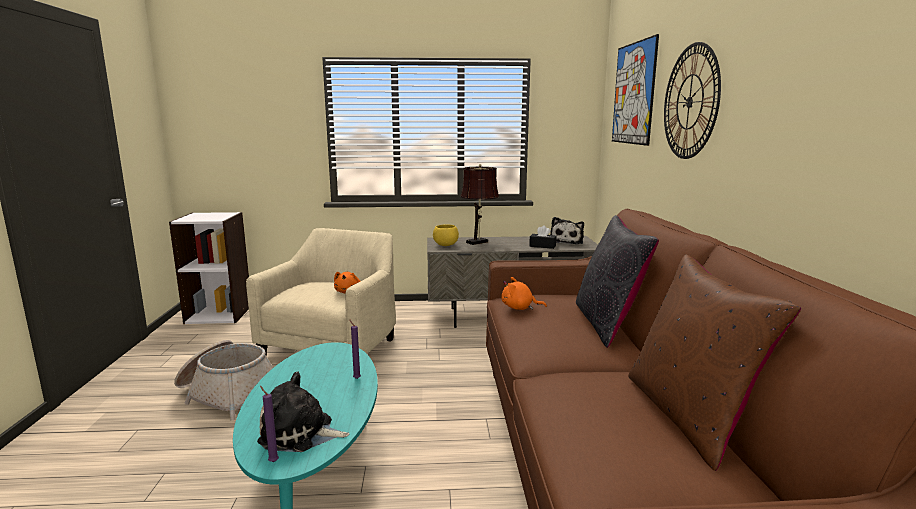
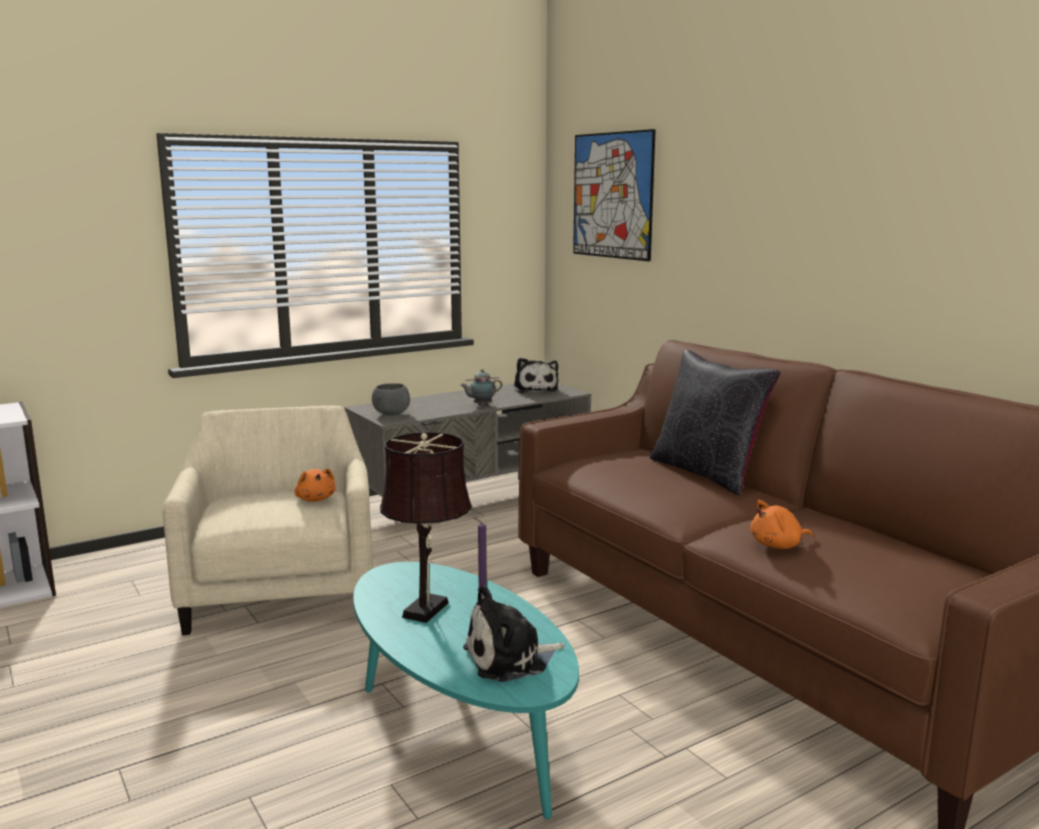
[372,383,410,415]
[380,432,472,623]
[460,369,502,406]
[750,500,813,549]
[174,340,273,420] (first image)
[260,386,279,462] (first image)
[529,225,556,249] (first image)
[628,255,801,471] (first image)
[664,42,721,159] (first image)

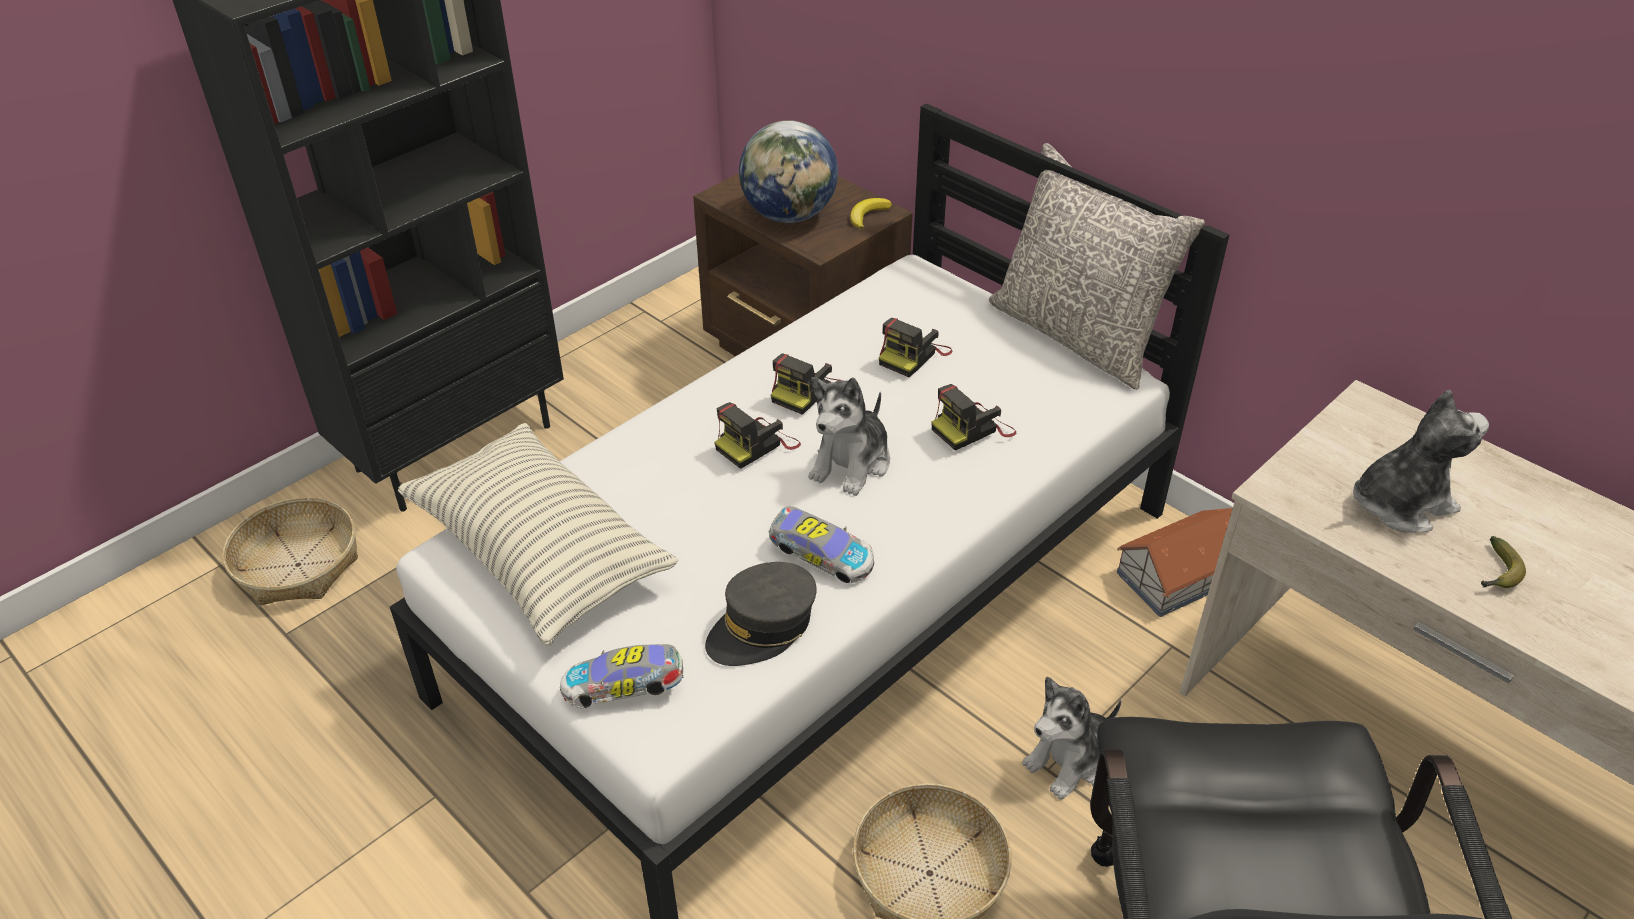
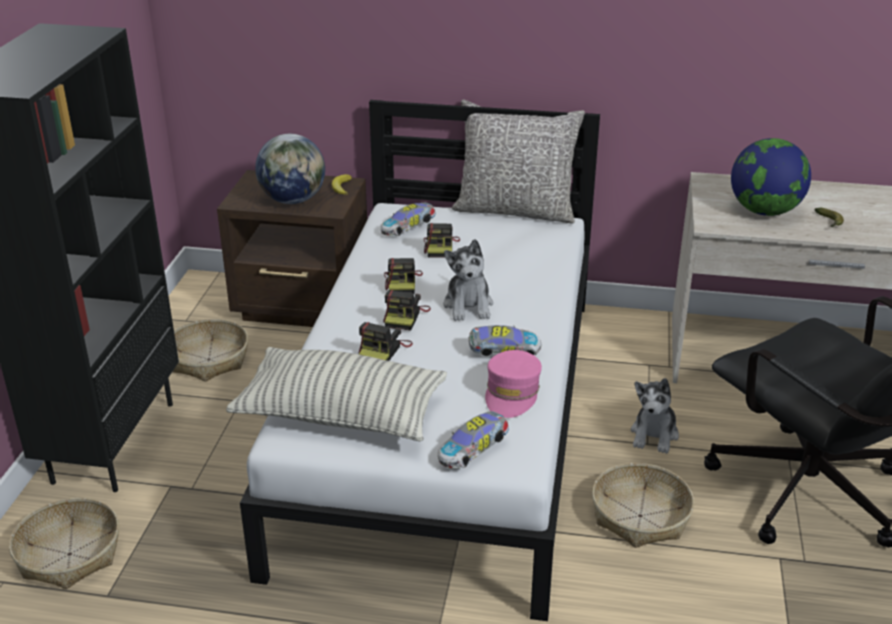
[173,319,248,382]
[359,322,413,361]
[381,203,436,236]
[485,350,542,418]
[731,138,811,216]
[1117,508,1233,617] (first image)

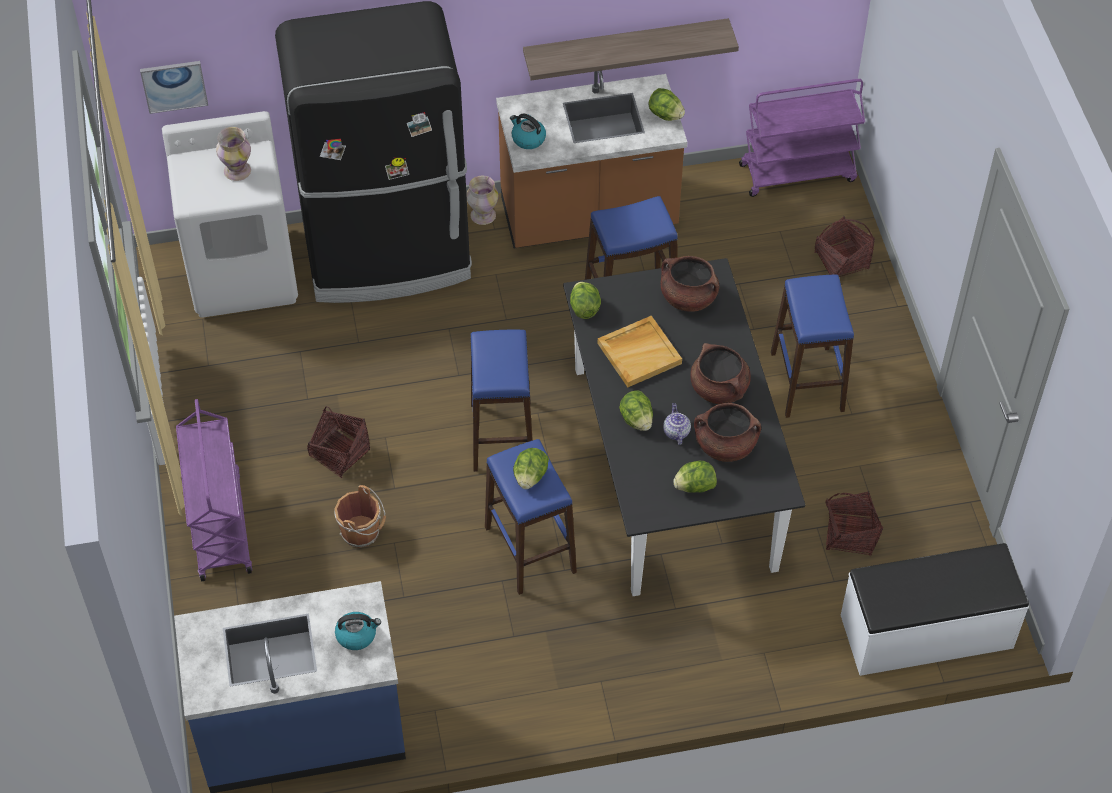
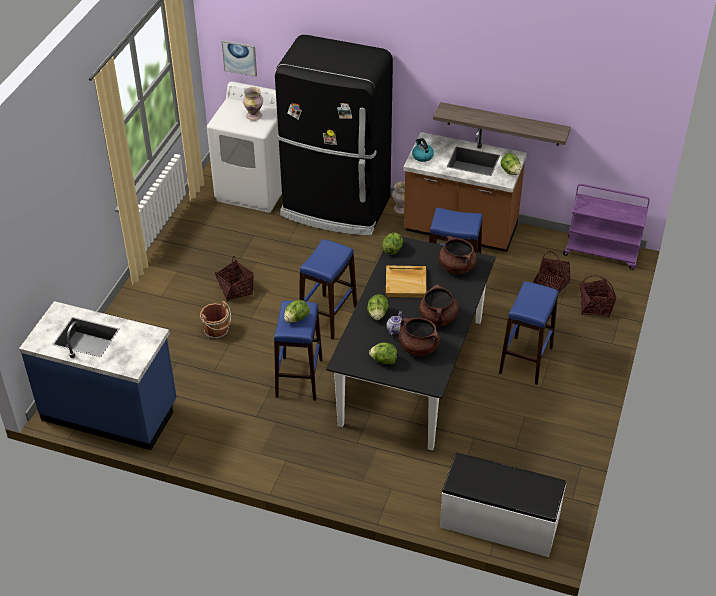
[533,251,570,294]
[176,399,252,581] (first image)
[335,612,381,650] (first image)

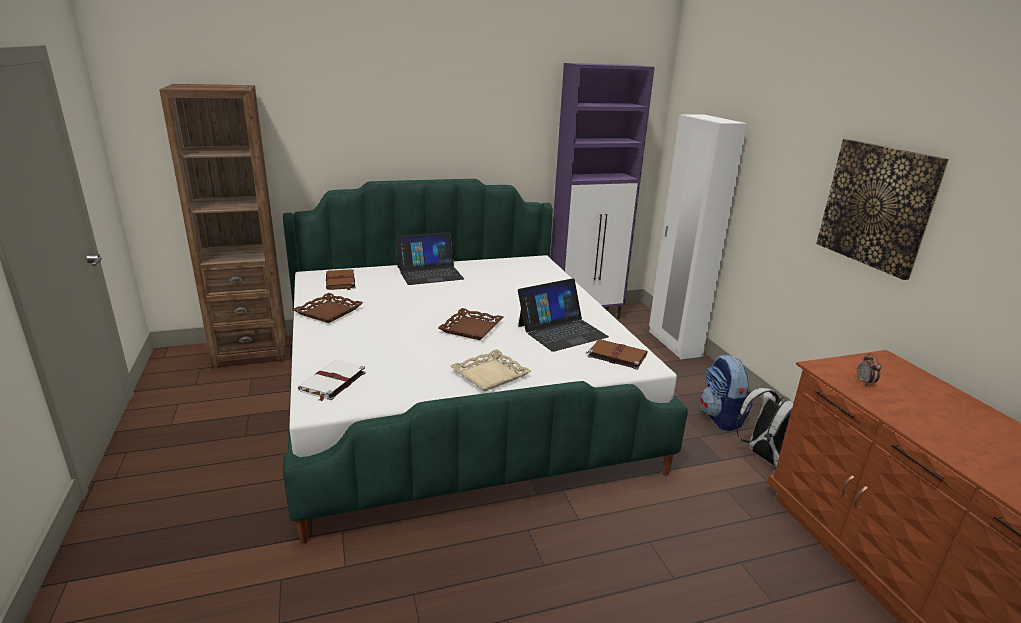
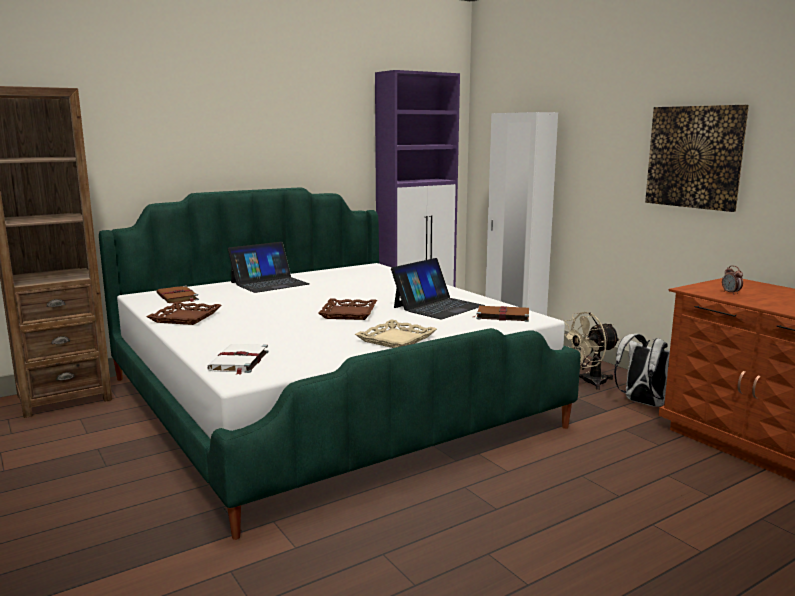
[564,312,620,390]

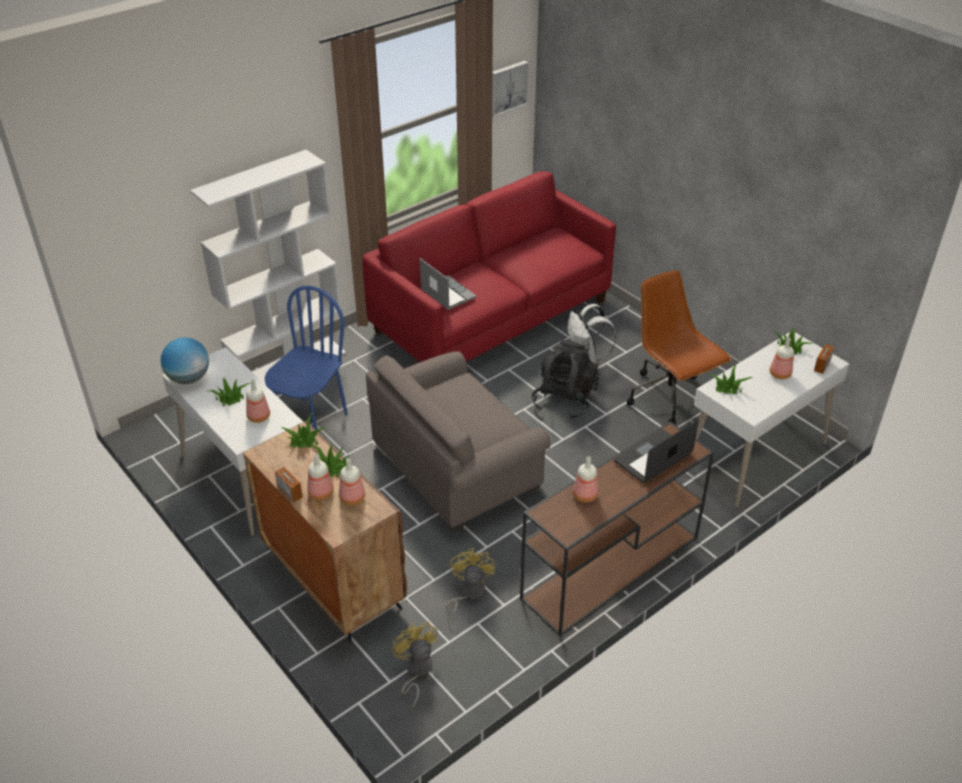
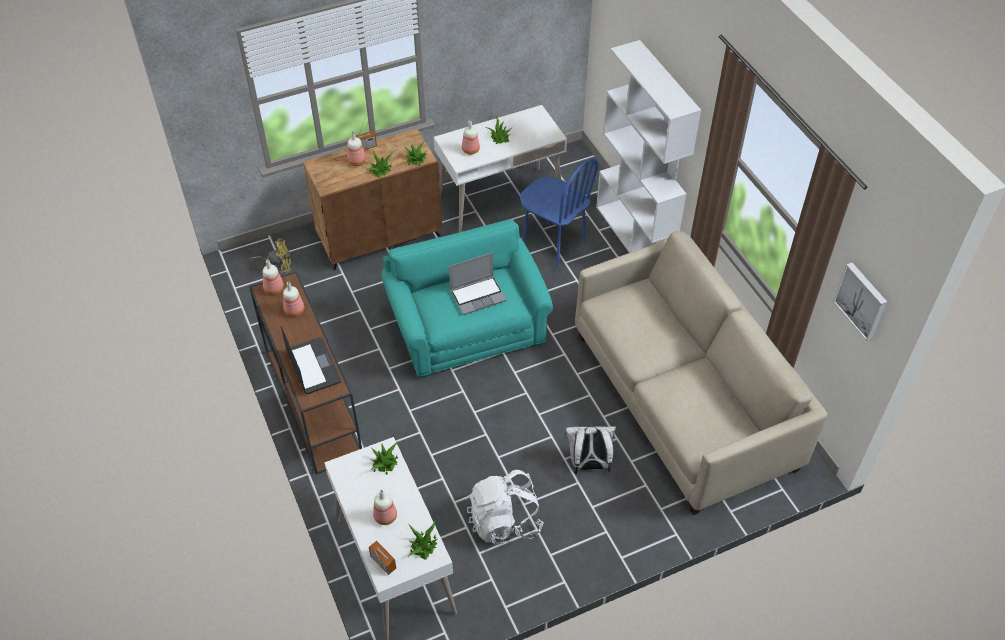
[263,260,284,295]
[381,220,553,378]
[449,252,507,315]
[467,470,543,545]
[575,231,827,515]
[161,337,209,384] (first image)
[446,548,496,622] (first image)
[532,340,599,419] (first image)

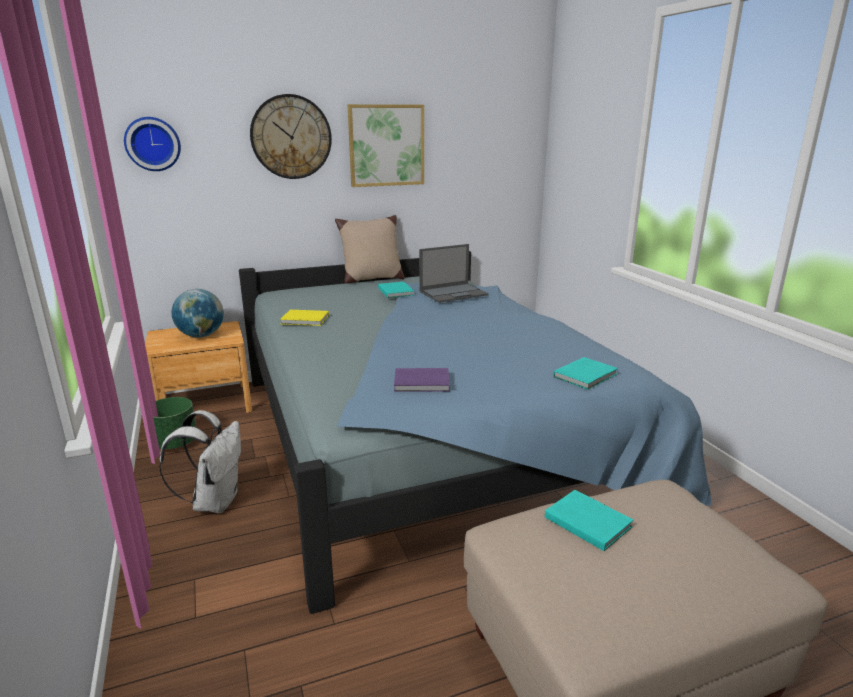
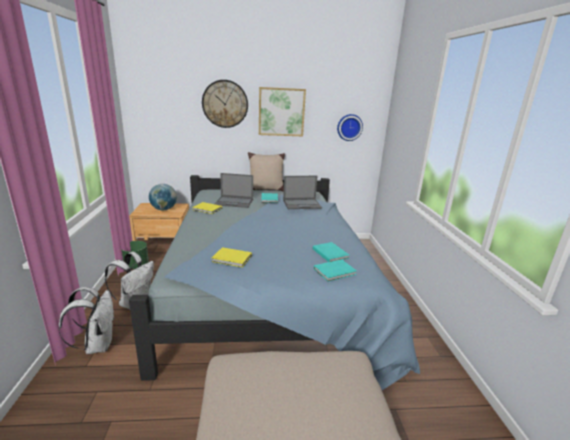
[59,287,115,354]
[211,247,252,267]
[215,173,253,208]
[313,242,349,262]
[337,114,363,141]

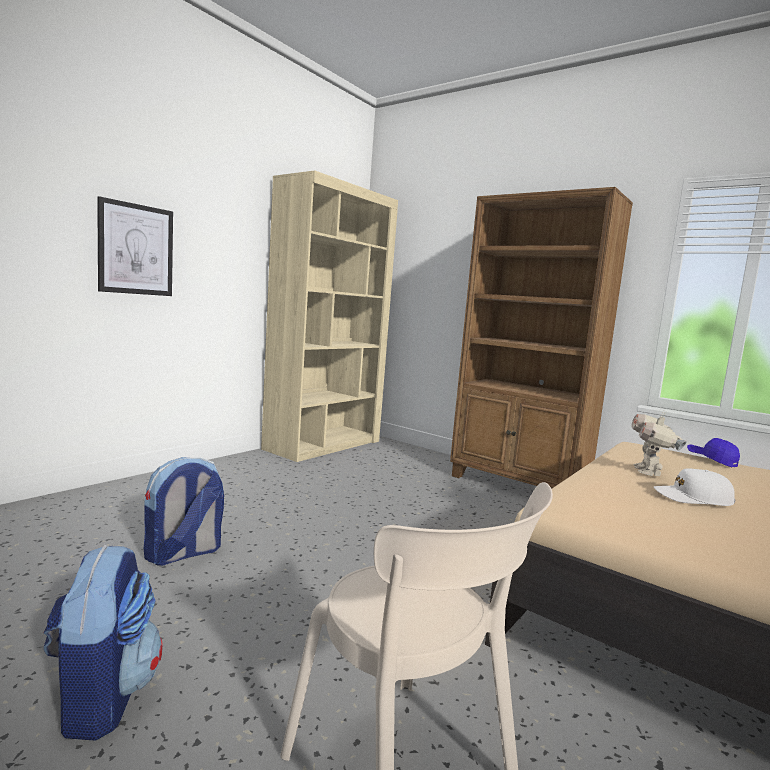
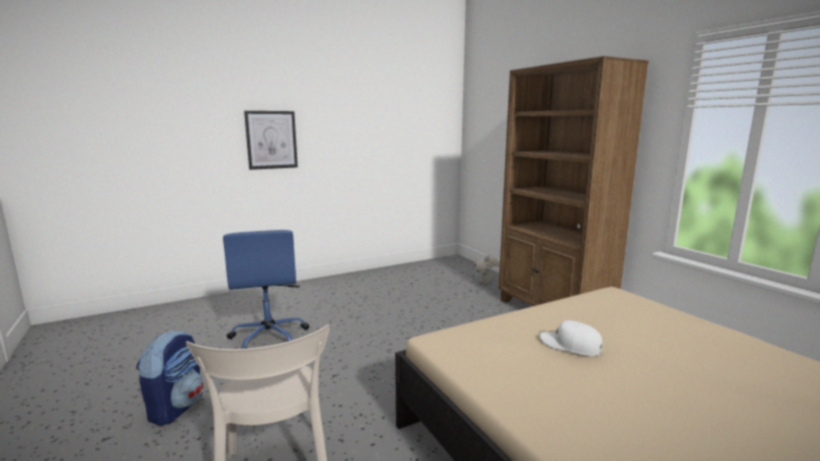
[223,230,309,349]
[473,254,500,284]
[261,171,398,462] (first image)
[687,438,740,467] (first image)

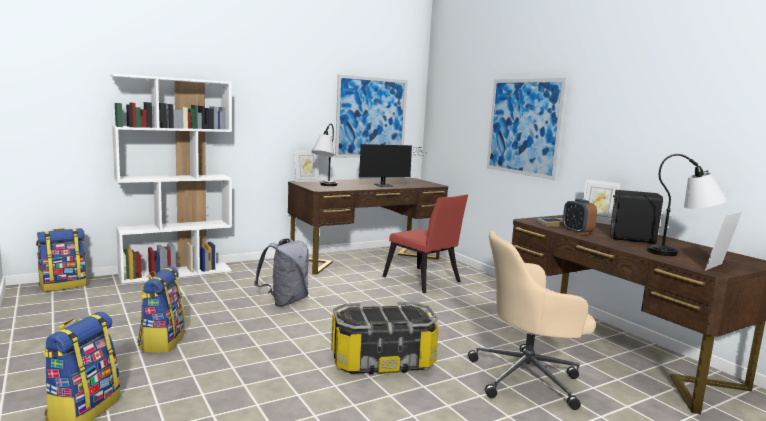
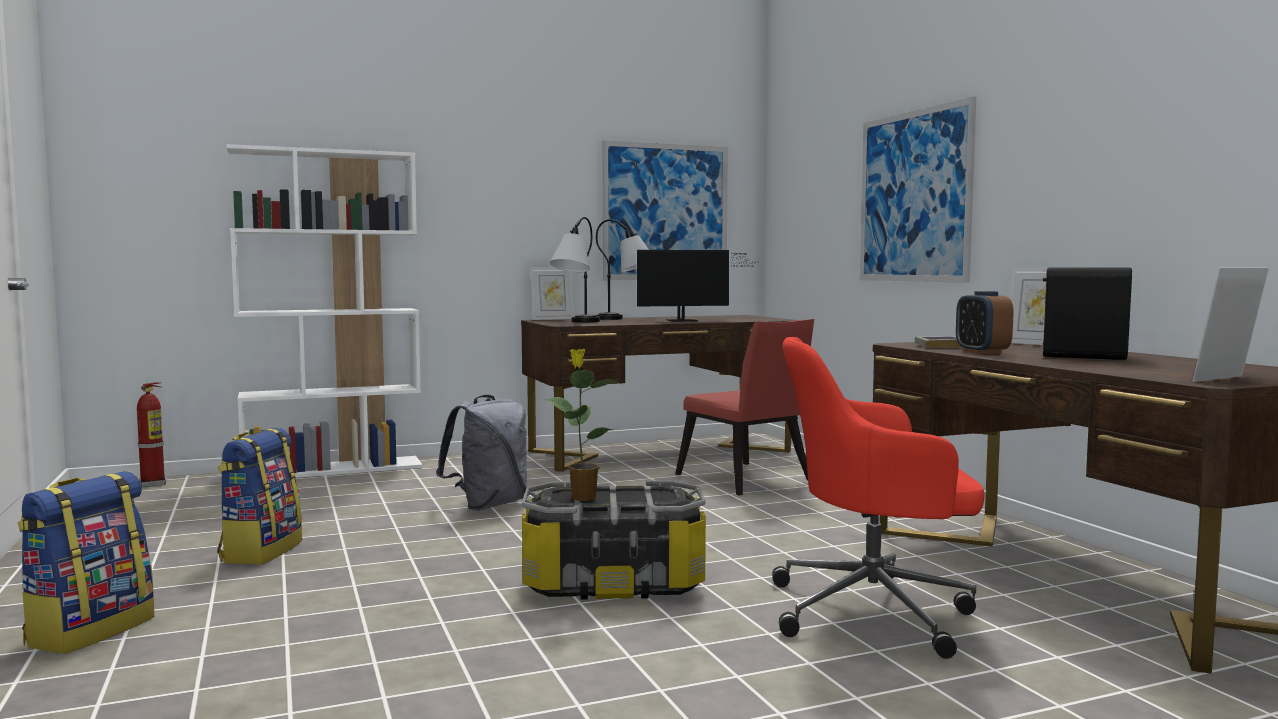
[137,382,166,488]
[545,349,621,501]
[596,219,649,320]
[772,337,985,659]

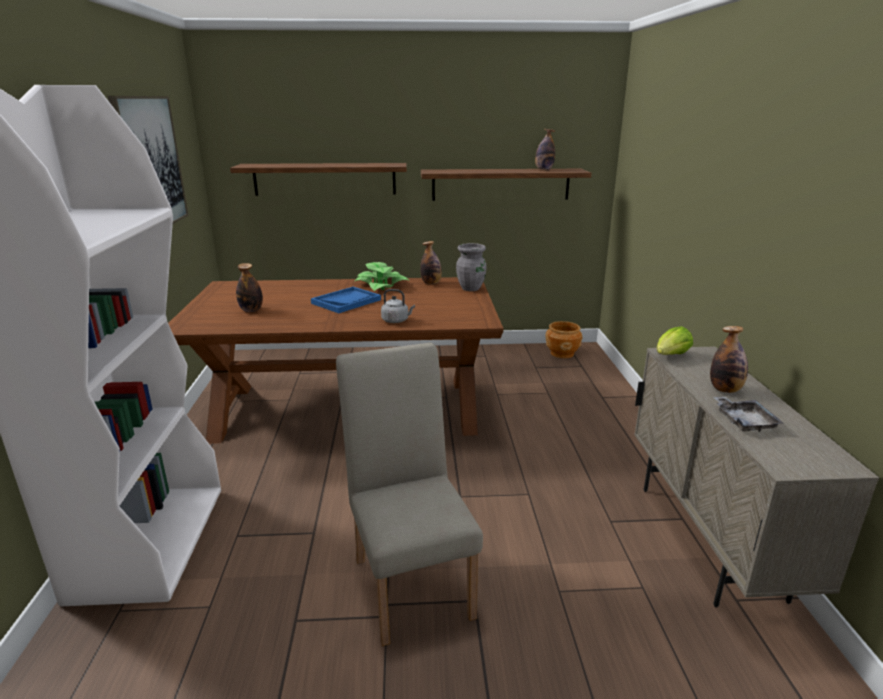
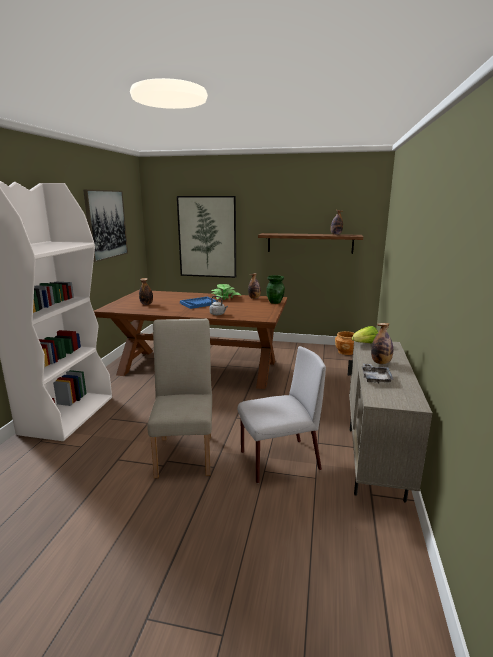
[177,196,236,278]
[237,346,326,483]
[266,275,285,304]

